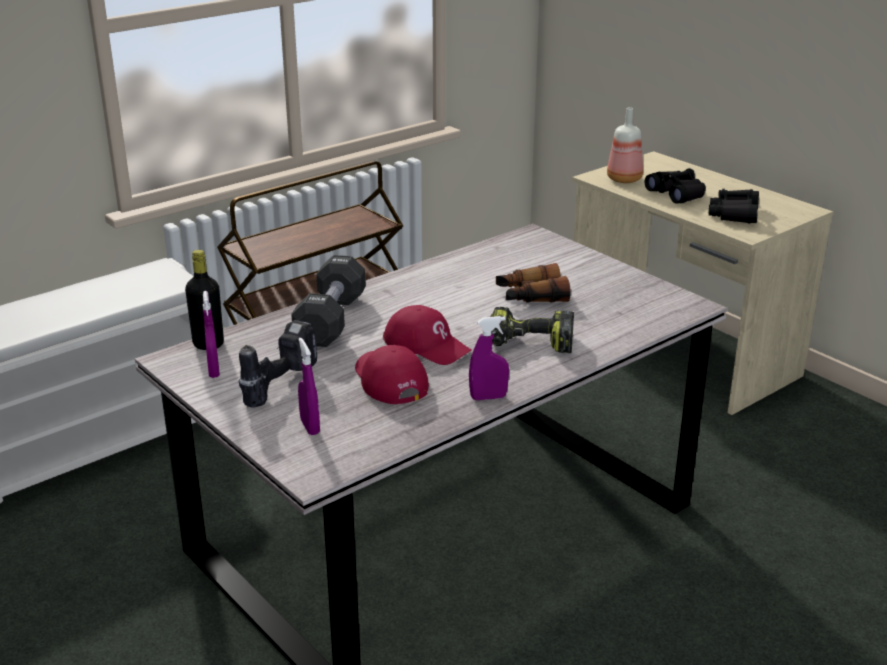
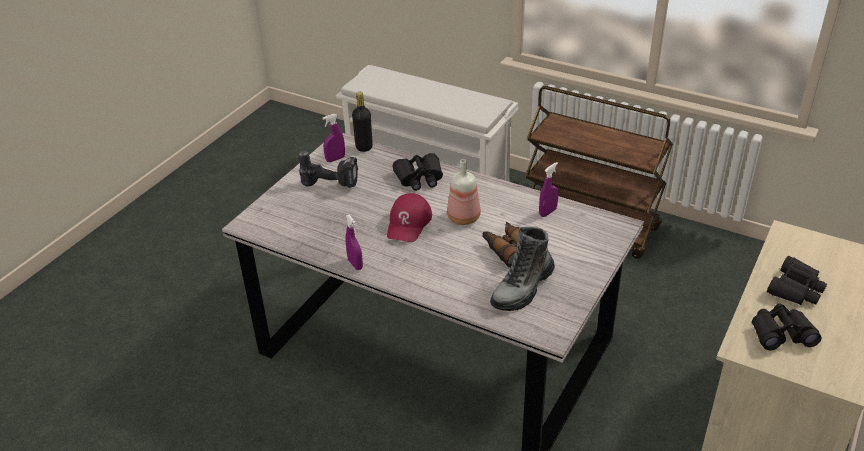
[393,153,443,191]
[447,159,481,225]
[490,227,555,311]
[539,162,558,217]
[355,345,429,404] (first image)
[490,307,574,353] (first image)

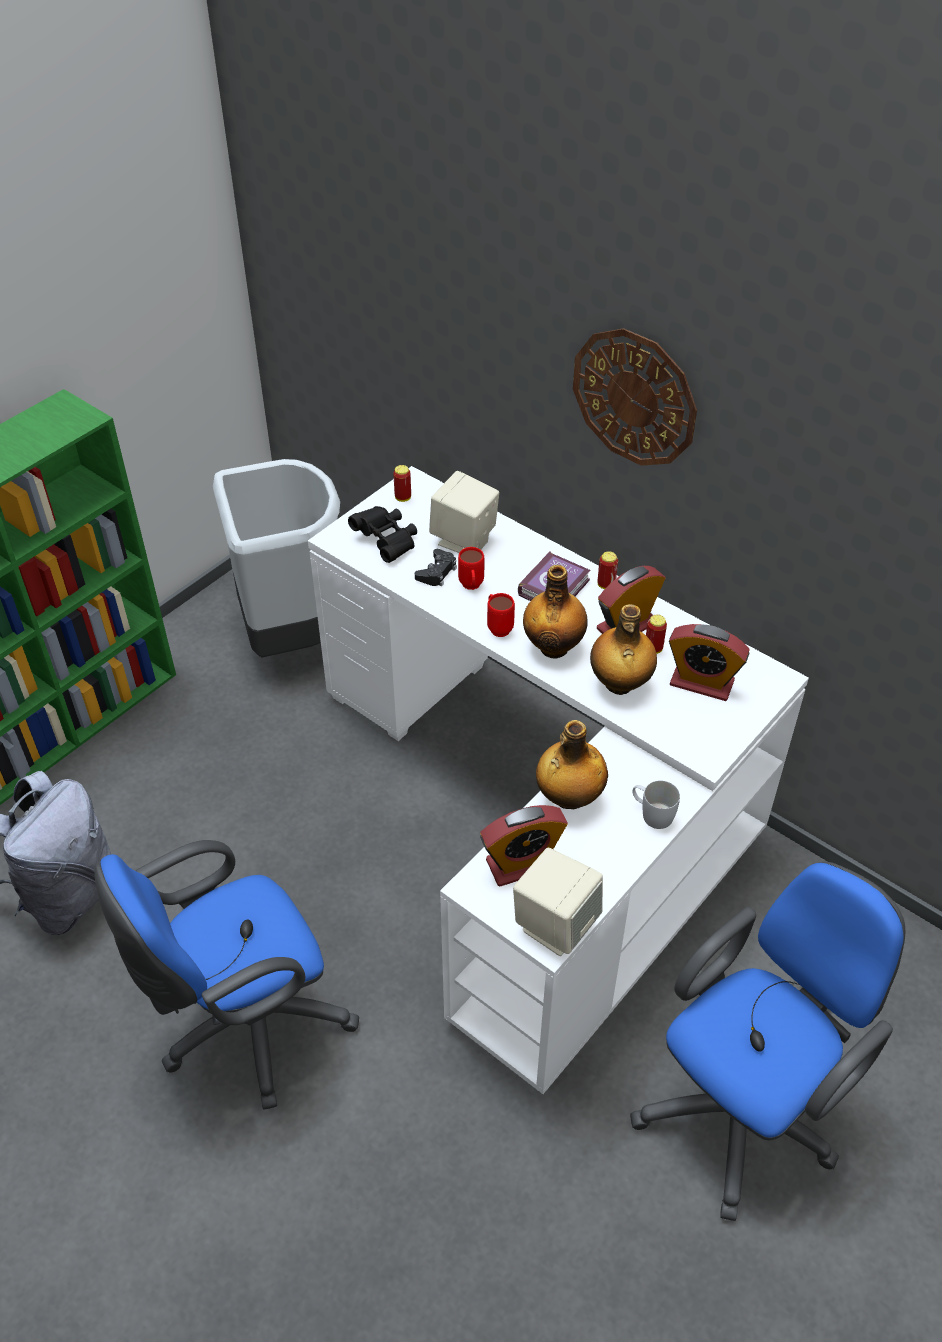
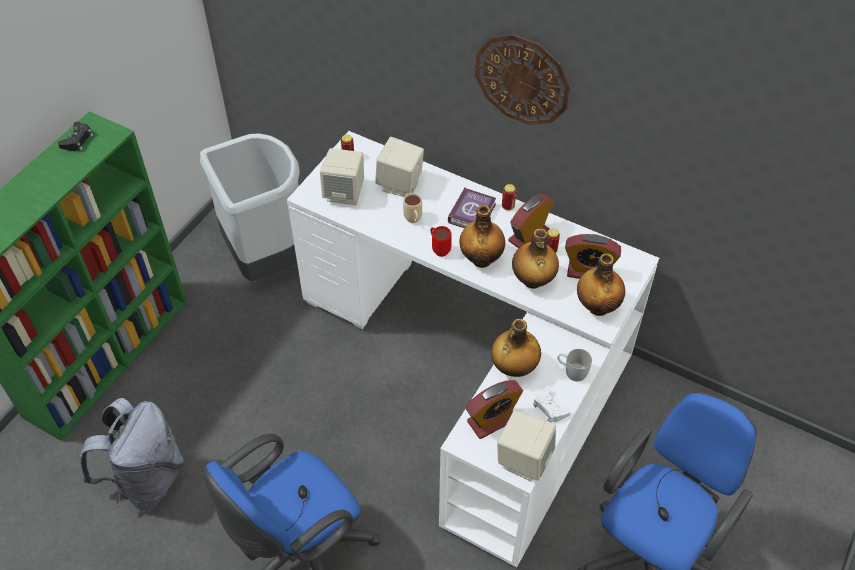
[58,122,93,151]
[320,148,364,205]
[403,193,422,223]
[533,386,571,422]
[577,253,625,316]

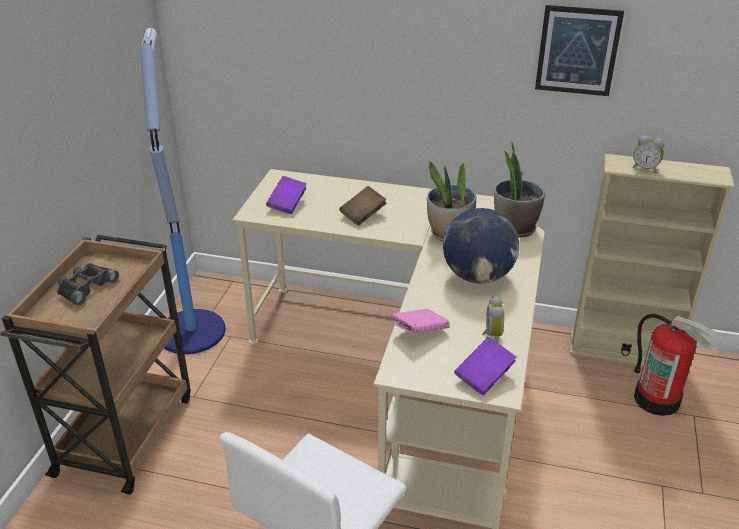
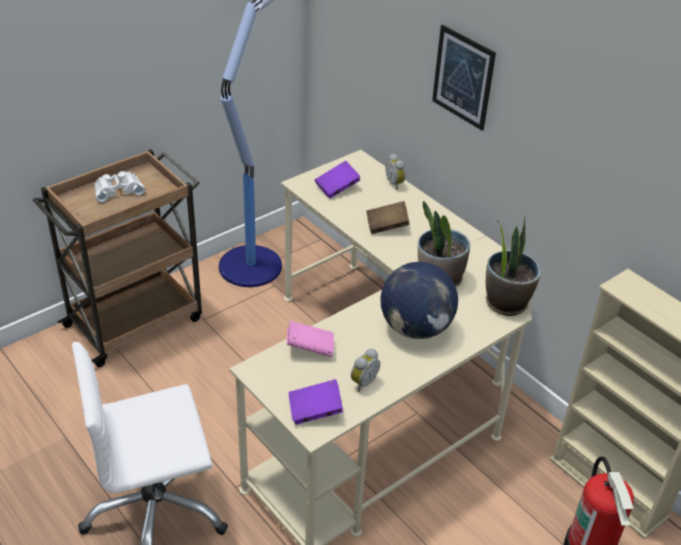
[94,171,145,203]
[385,154,406,190]
[432,25,496,131]

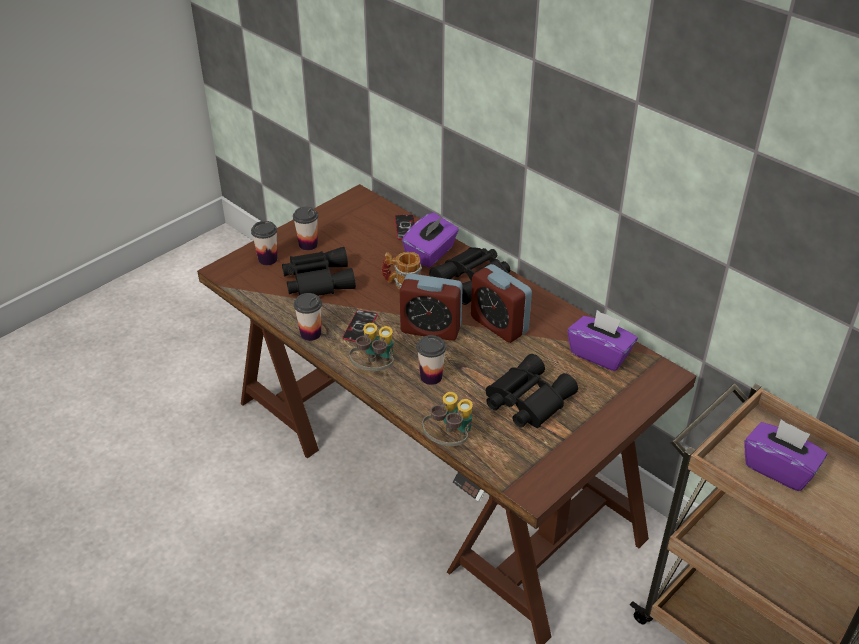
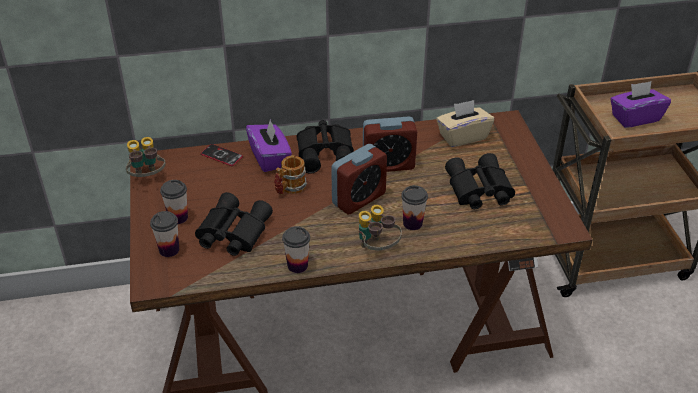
[126,137,166,177]
[436,100,494,147]
[342,310,378,342] (first image)

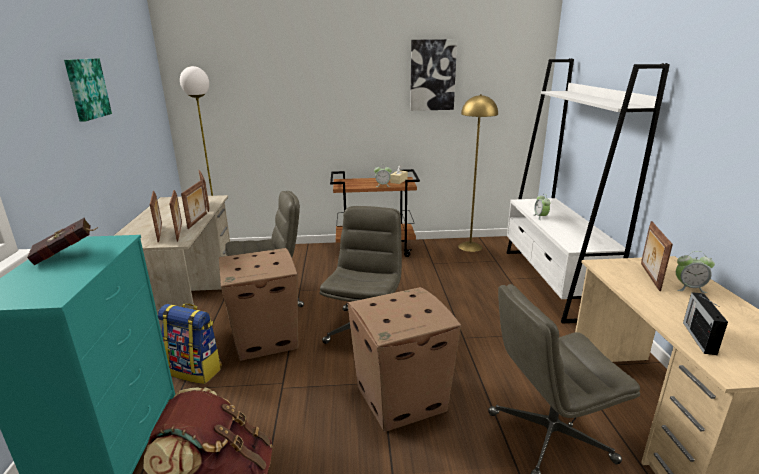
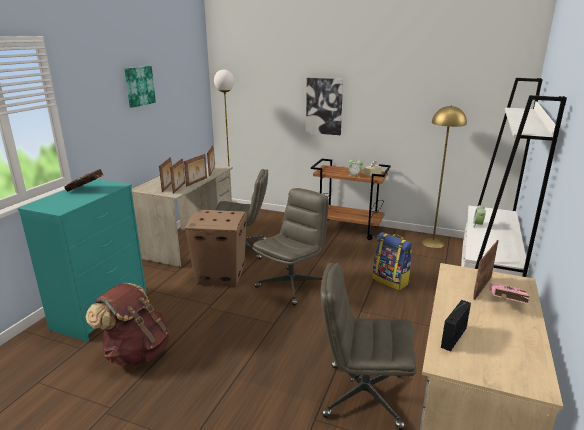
[306,78,343,135]
[372,232,412,290]
[489,282,530,304]
[347,287,461,432] (first image)

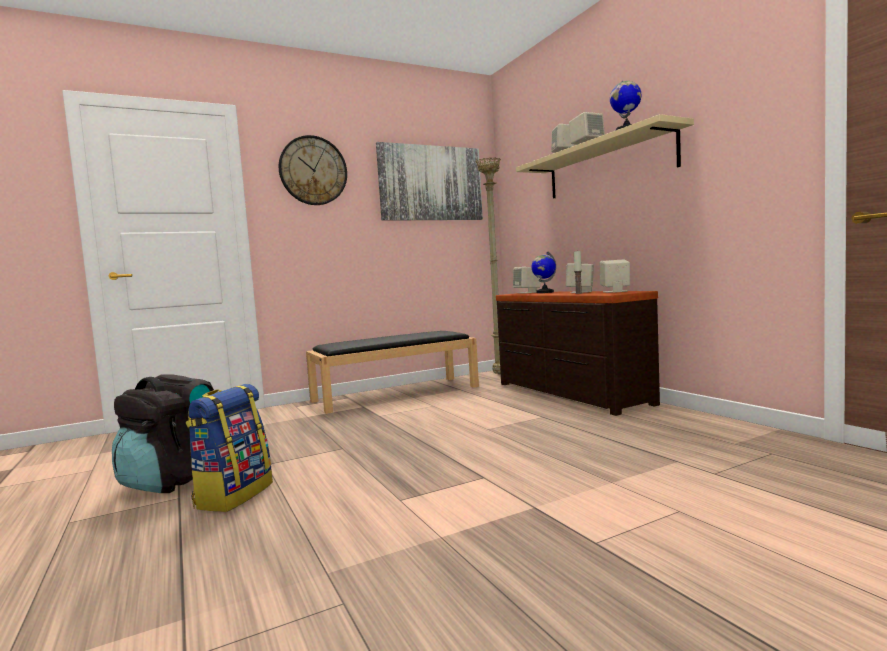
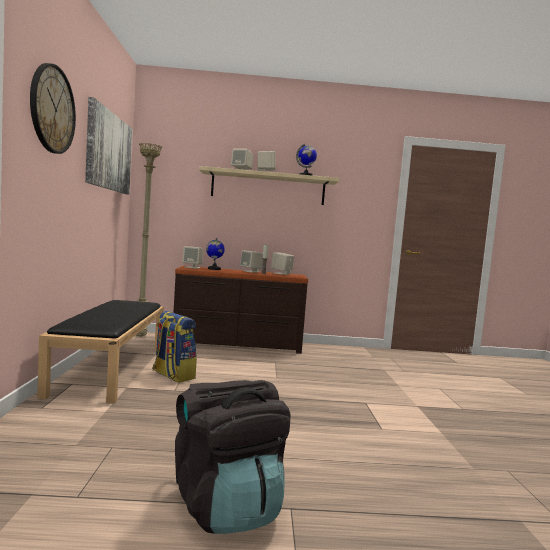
[153,311,197,383]

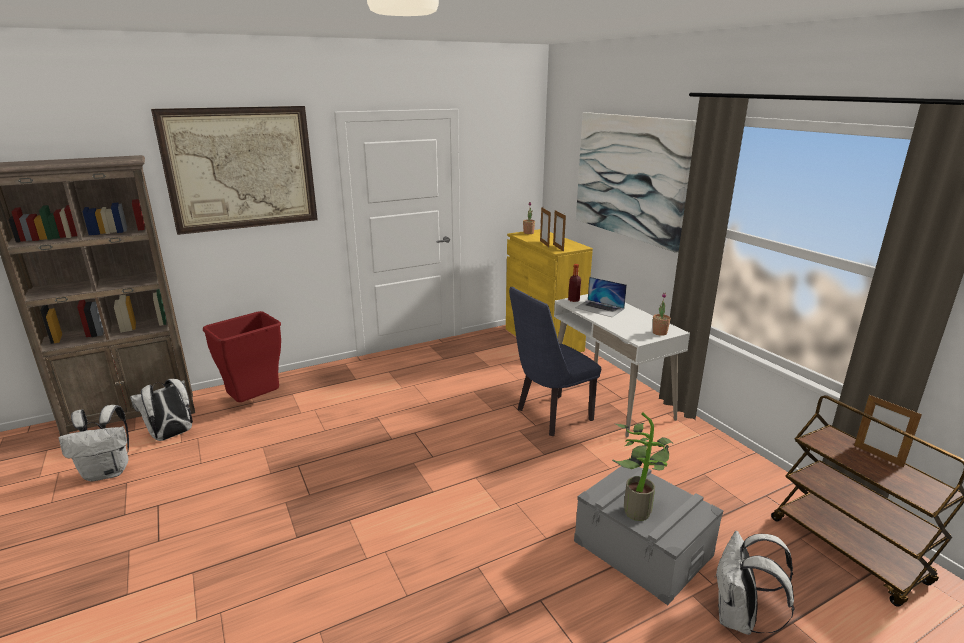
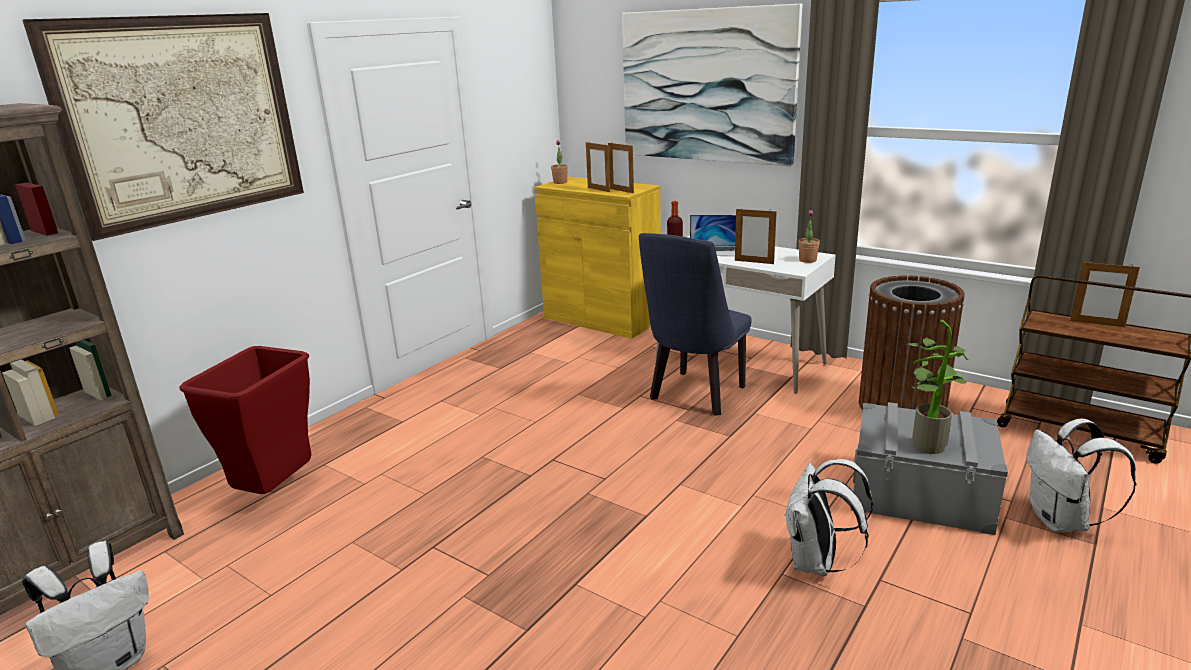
[735,207,777,264]
[784,459,873,576]
[859,275,965,410]

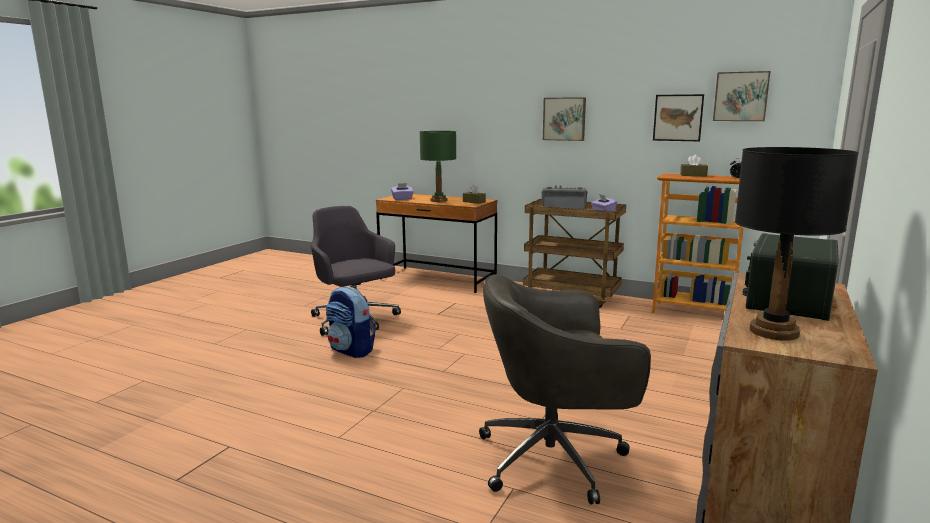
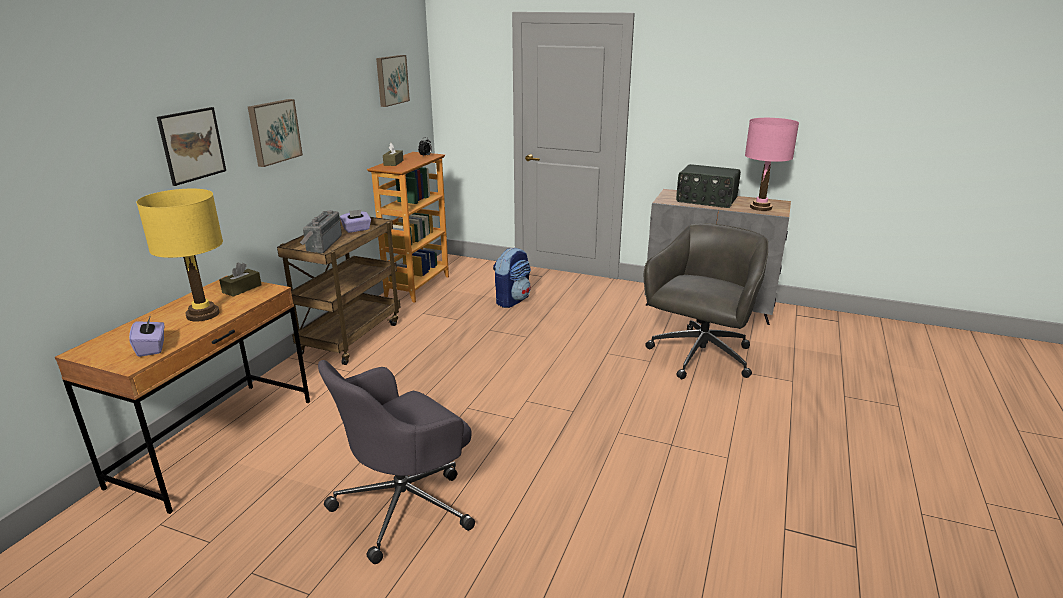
[136,189,223,322]
[157,107,226,186]
[493,247,531,308]
[644,223,768,379]
[745,118,799,211]

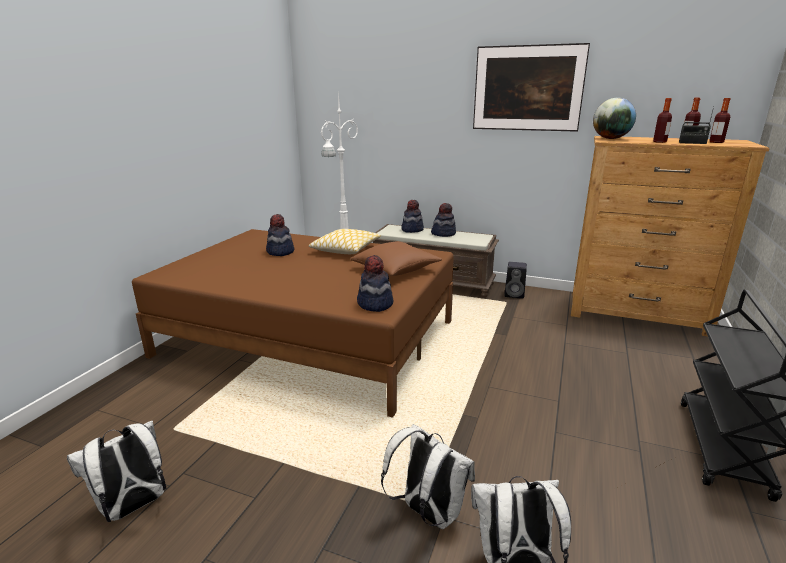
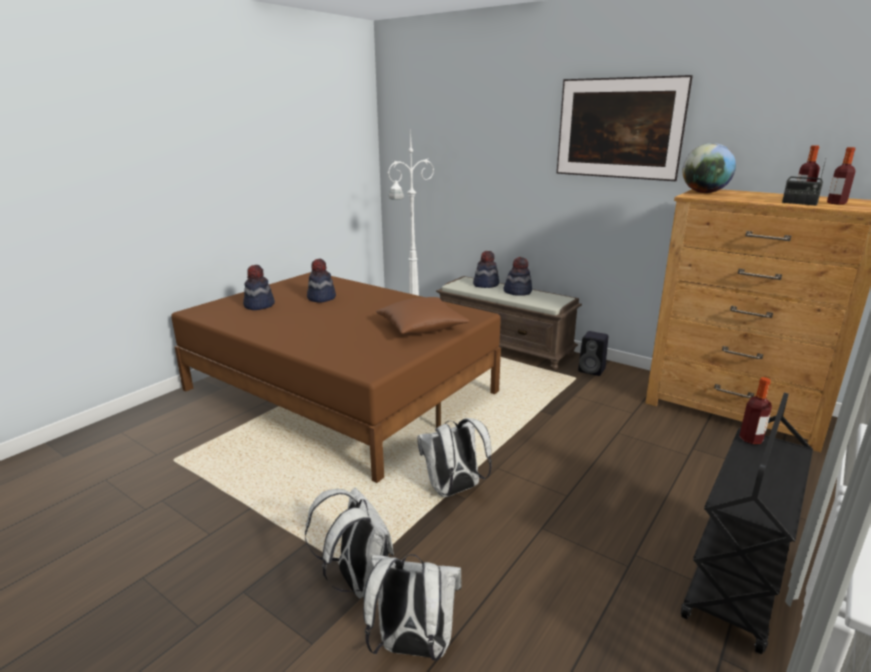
[243,265,275,310]
[417,418,492,497]
[739,377,772,444]
[309,229,381,254] (first image)

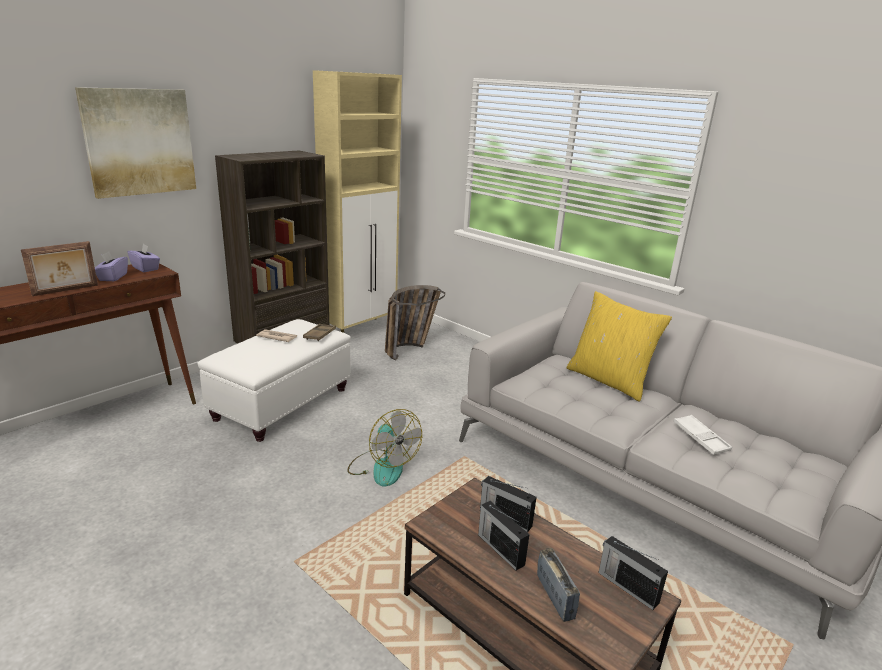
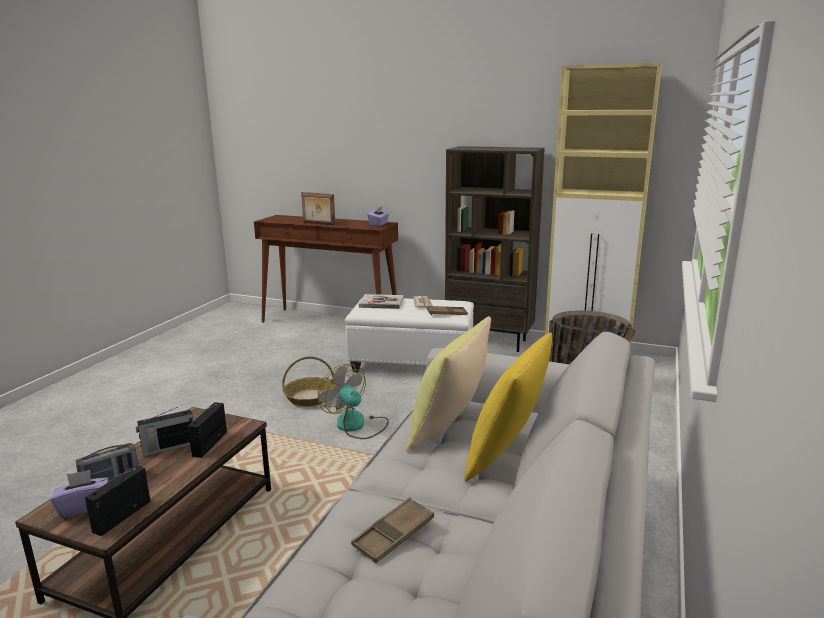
[51,470,109,518]
[136,407,193,457]
[282,356,335,406]
[318,364,389,439]
[351,497,434,563]
[359,294,403,309]
[406,316,491,452]
[75,87,196,199] (first image)

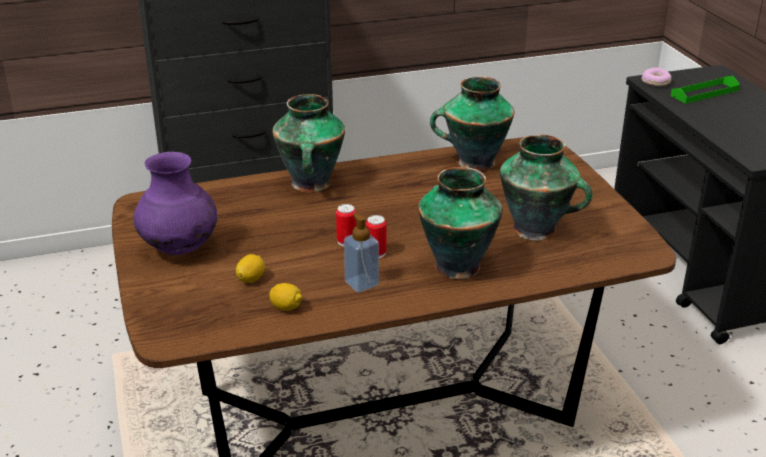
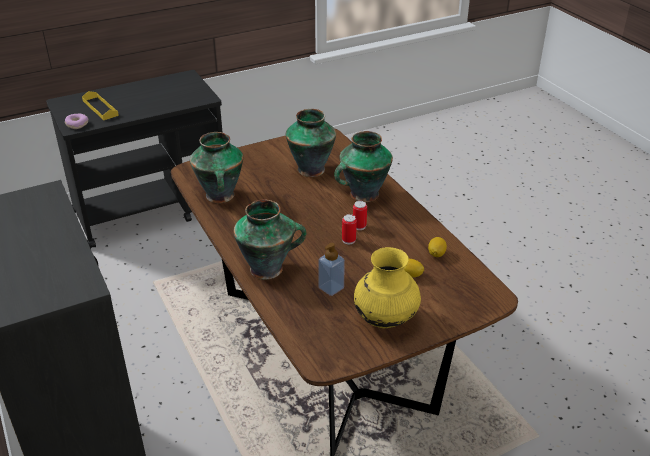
[82,91,119,120]
[318,243,345,296]
[354,247,421,329]

